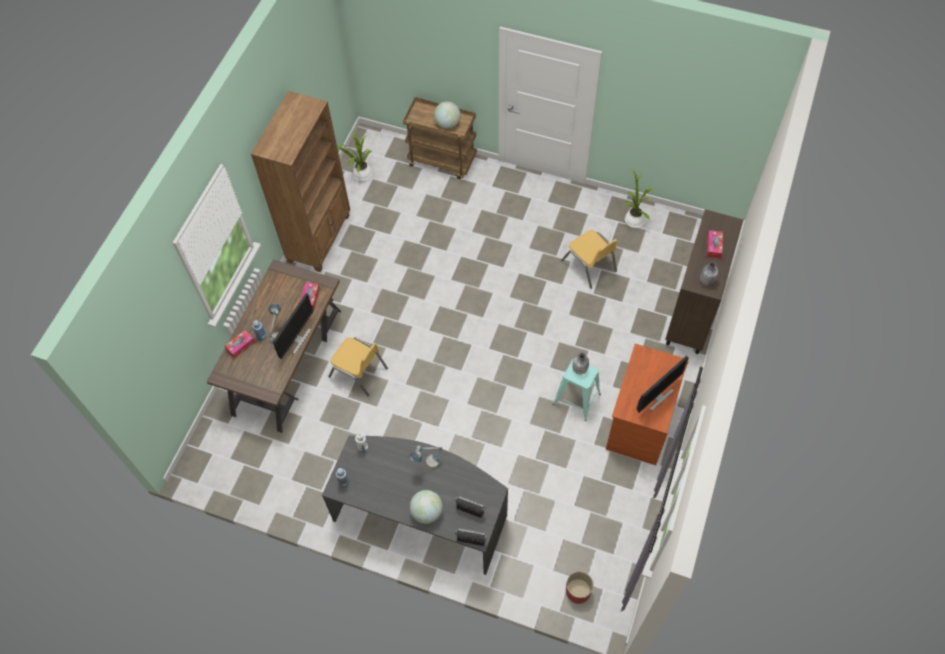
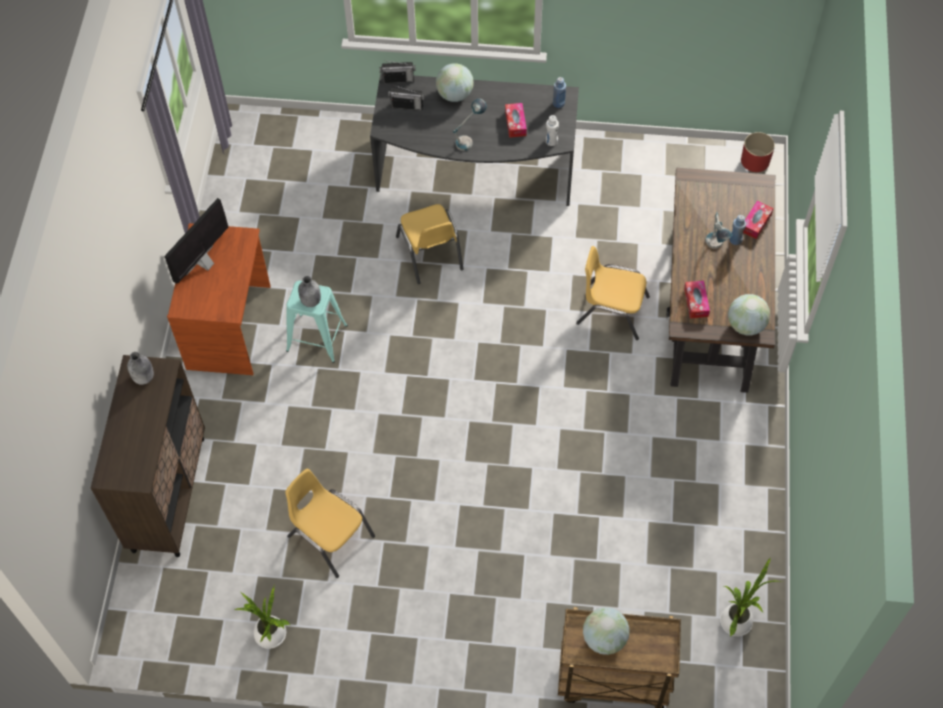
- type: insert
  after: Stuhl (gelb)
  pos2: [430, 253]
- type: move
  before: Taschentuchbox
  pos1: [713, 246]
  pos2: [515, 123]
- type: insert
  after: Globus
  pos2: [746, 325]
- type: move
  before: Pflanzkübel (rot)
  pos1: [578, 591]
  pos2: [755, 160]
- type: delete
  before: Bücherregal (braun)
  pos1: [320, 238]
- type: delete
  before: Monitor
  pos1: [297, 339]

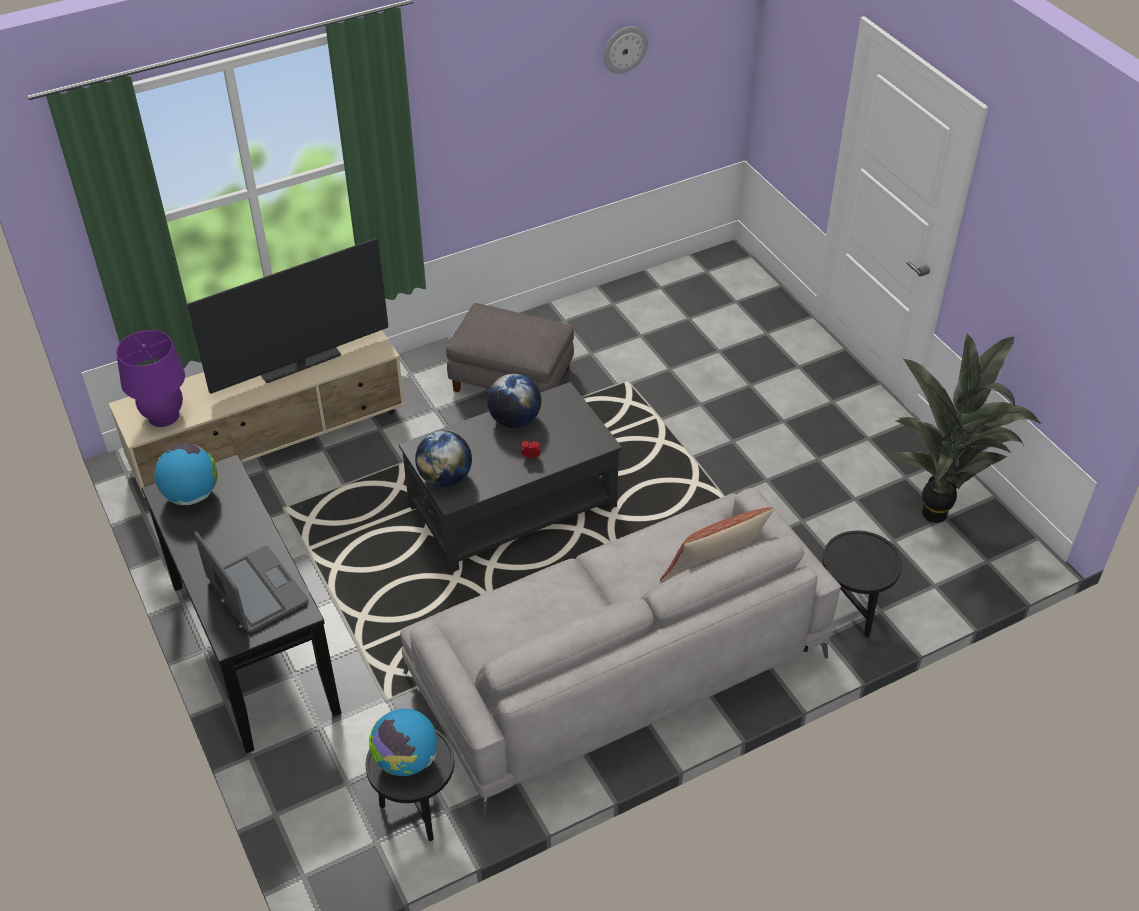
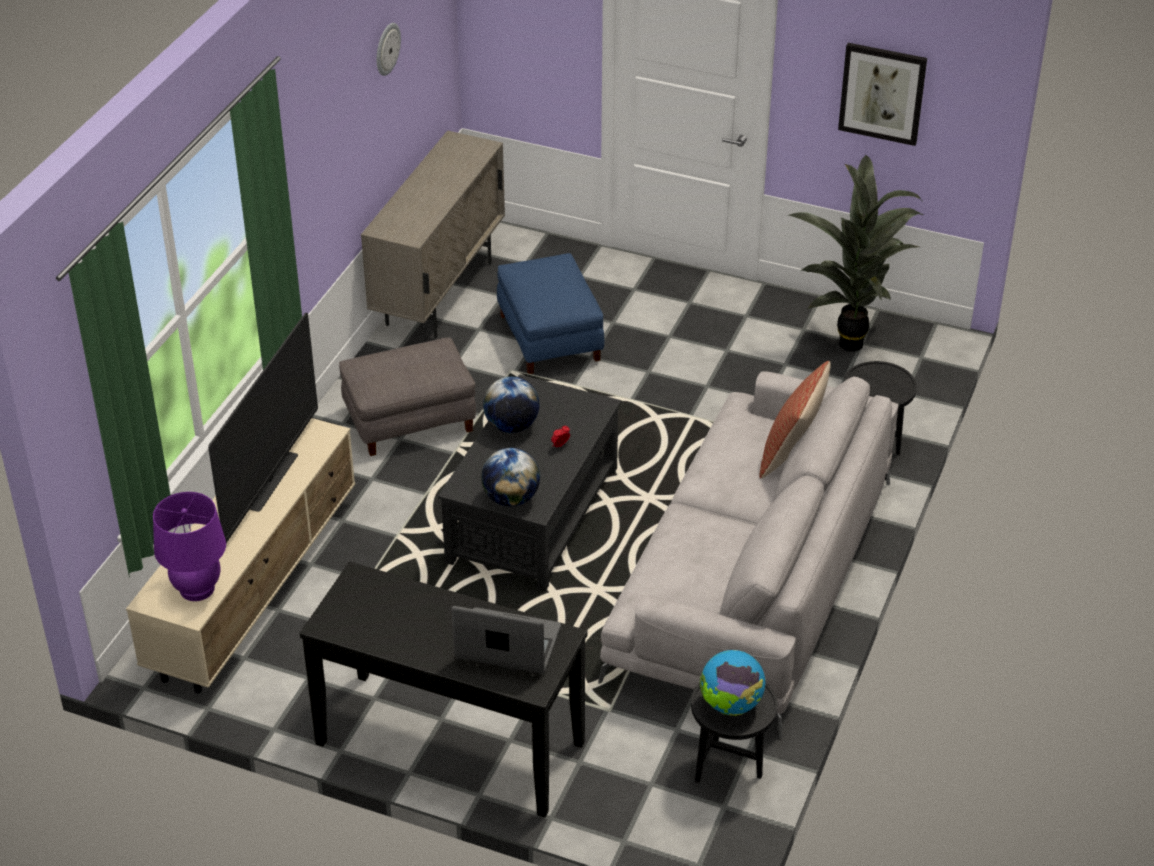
- type: insert
  after: Schrank (beige)
  pos2: [439, 293]
- type: insert
  after: Polsterhocker (blau)
  pos2: [551, 337]
- type: insert
  after: Bild
  pos2: [882, 93]
- type: delete
  before: Globus
  pos1: [191, 495]

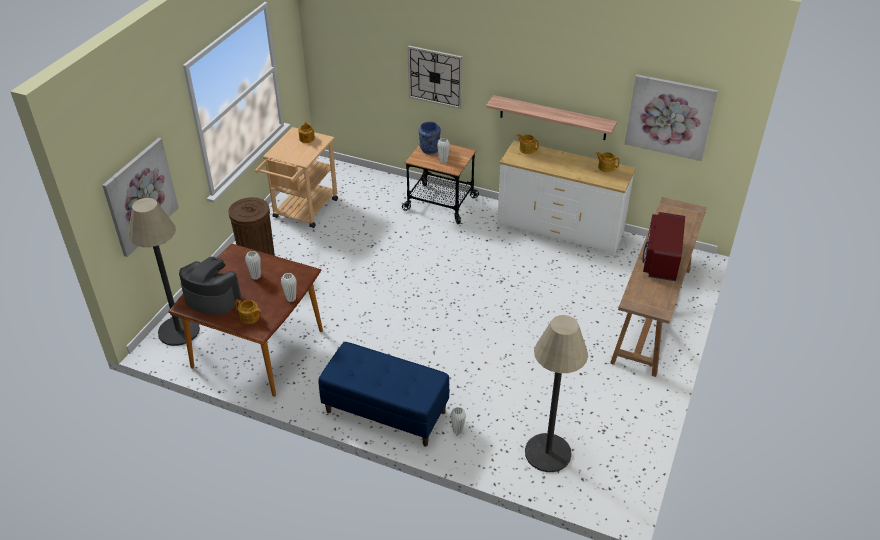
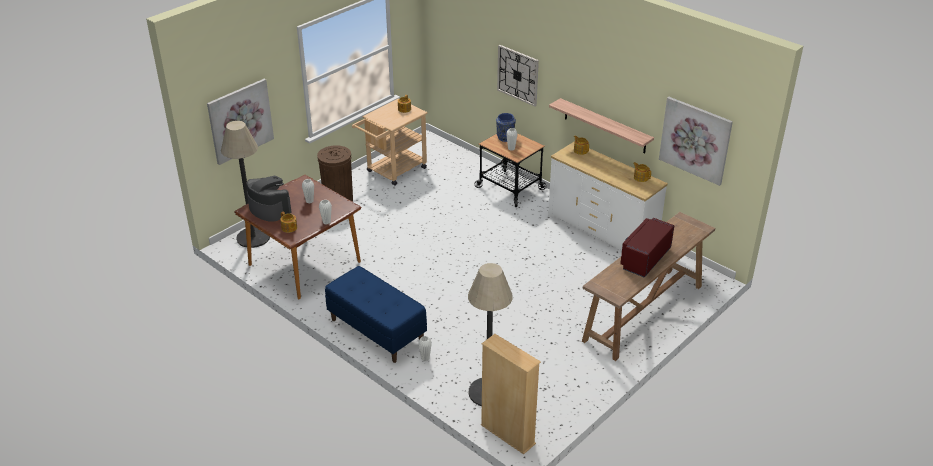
- type: insert
  after: Bücherregal (beige)
  pos2: [507, 434]

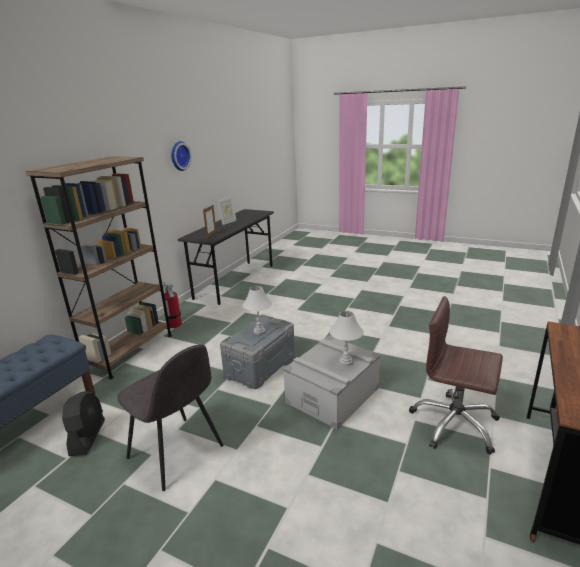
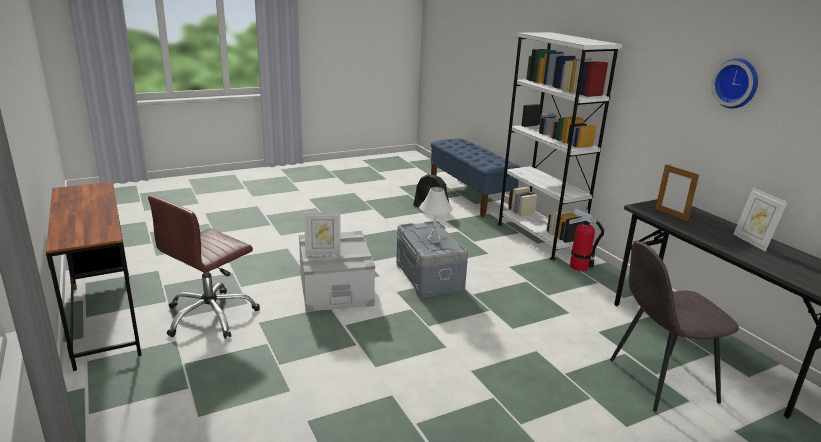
- type: rotate
  before: Bürostuhl (braun)
  pos1: [454, 424]
  pos2: [211, 316]
  turn: 150
- type: replace
  before: Tischlampe (weiß)
  after: Bilderrahmen
  pos1: [346, 362]
  pos2: [323, 253]
- type: recolor
  before: Bücherregal (braun)
  after: Bücherregal (weiß)
  pos1: [130, 351]
  pos2: [538, 237]
- type: move
  before: Stuhl (grau)
  pos1: [177, 453]
  pos2: [659, 381]

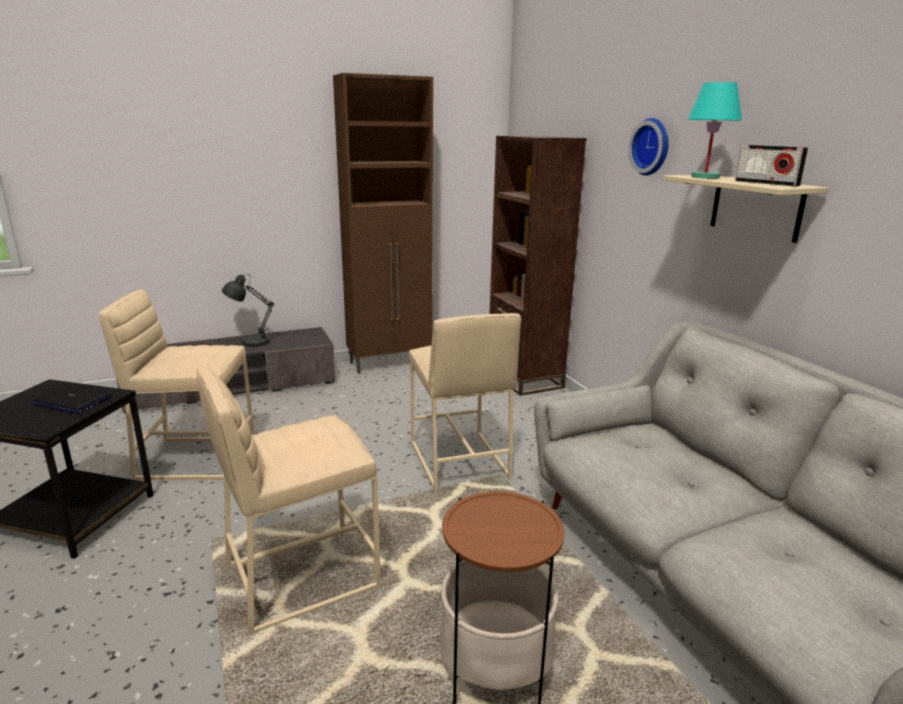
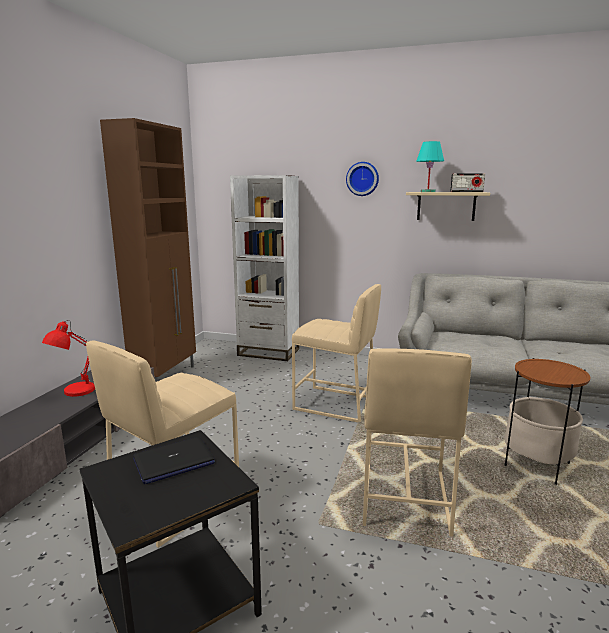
- type: recolor
  before: Tischlampe (grau)
  after: Tischlampe (rot)
  pos1: [252, 342]
  pos2: [76, 392]
- type: recolor
  before: Bücherregal (braun)
  after: Bücherregal (weiß)
  pos1: [524, 378]
  pos2: [268, 352]

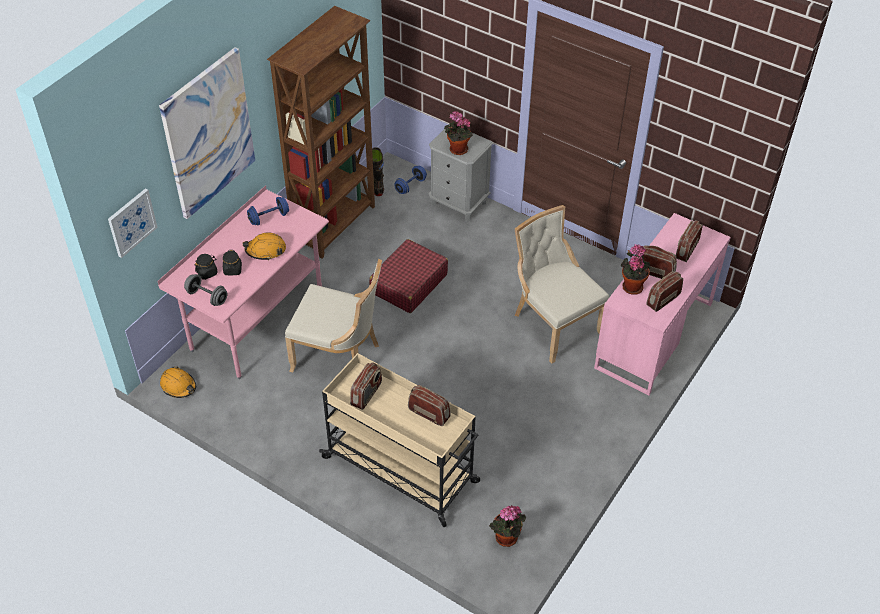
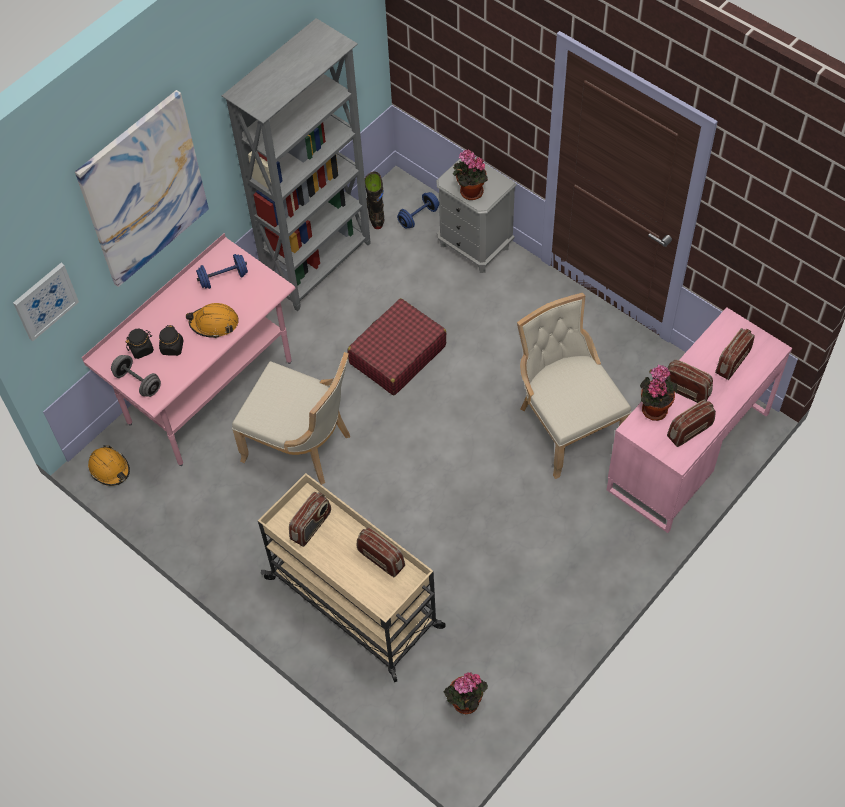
- type: recolor
  before: Bücherregal (braun)
  after: Bücherregal (grau)
  pos1: [335, 225]
  pos2: [319, 265]

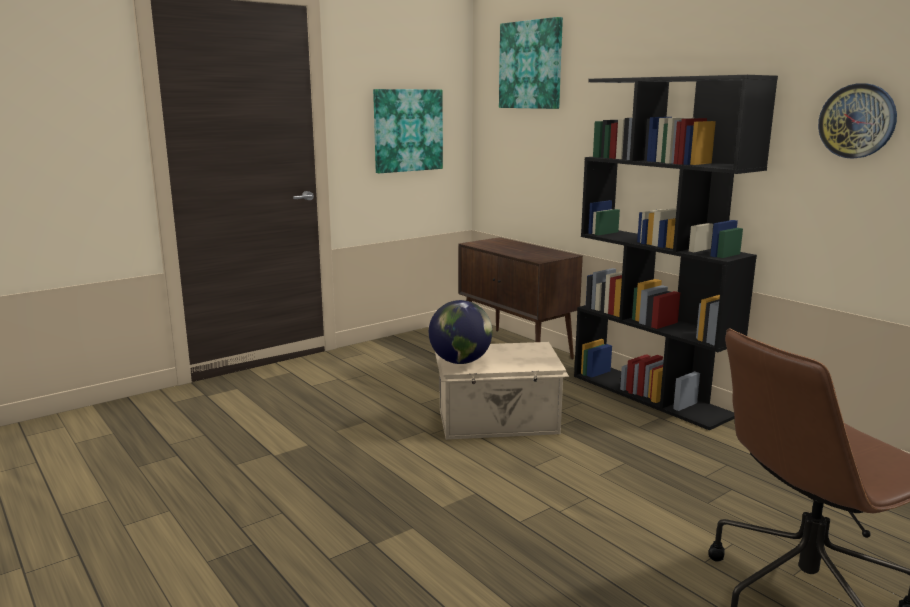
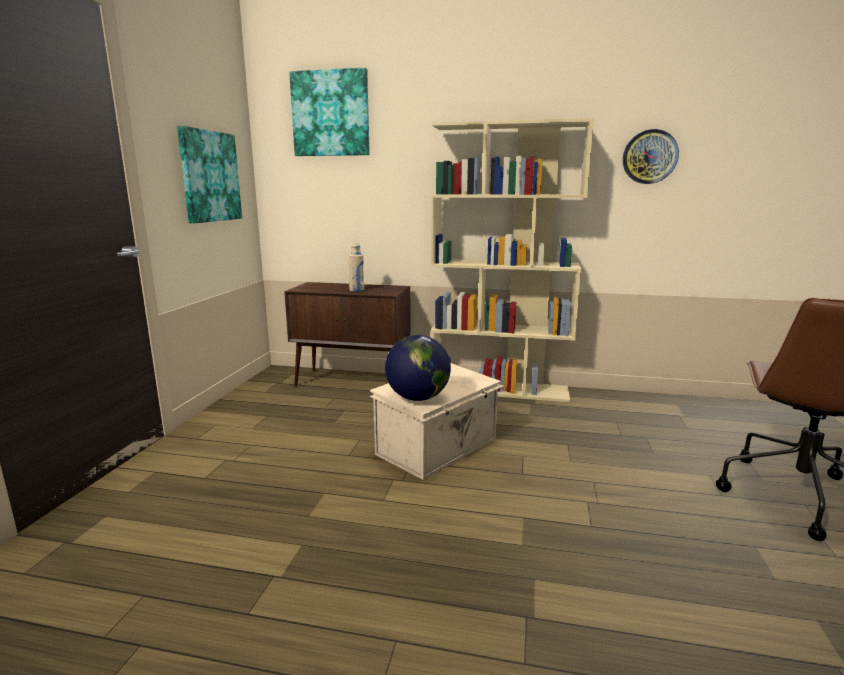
- type: insert
  after: Flasche (beige)
  pos2: [356, 290]
- type: recolor
  before: Bücherregal (schwarz)
  after: Bücherregal (beige)
  pos1: [651, 395]
  pos2: [500, 389]

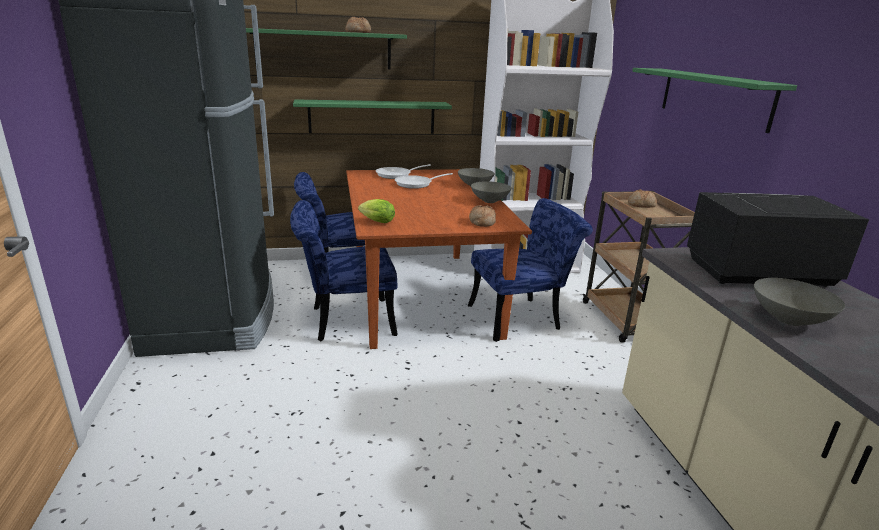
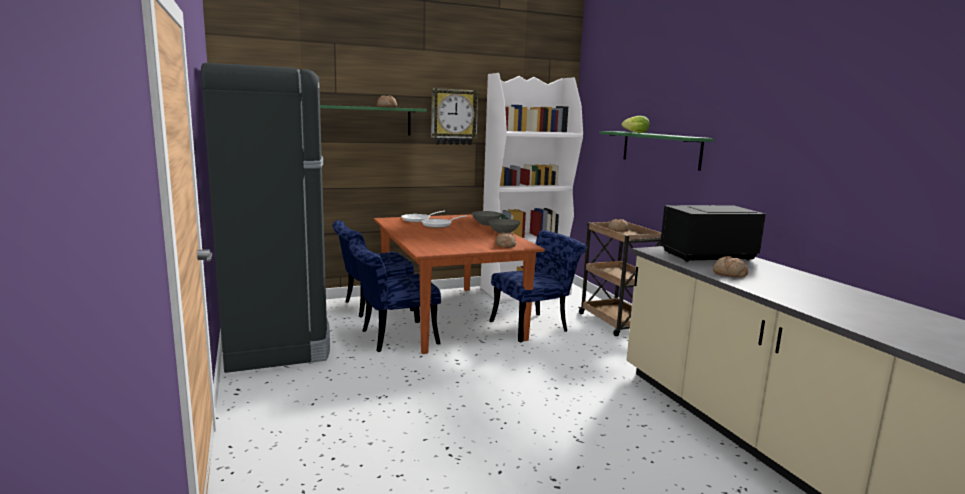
- type: insert
  after: Wanduhr
  pos2: [453, 117]
- type: move
  before: Salatkopf
  pos1: [375, 221]
  pos2: [634, 132]
- type: replace
  before: Schüssel (grau)
  after: Brot
  pos1: [787, 319]
  pos2: [729, 274]
- type: delete
  before: Wandregal (grün)
  pos1: [372, 117]

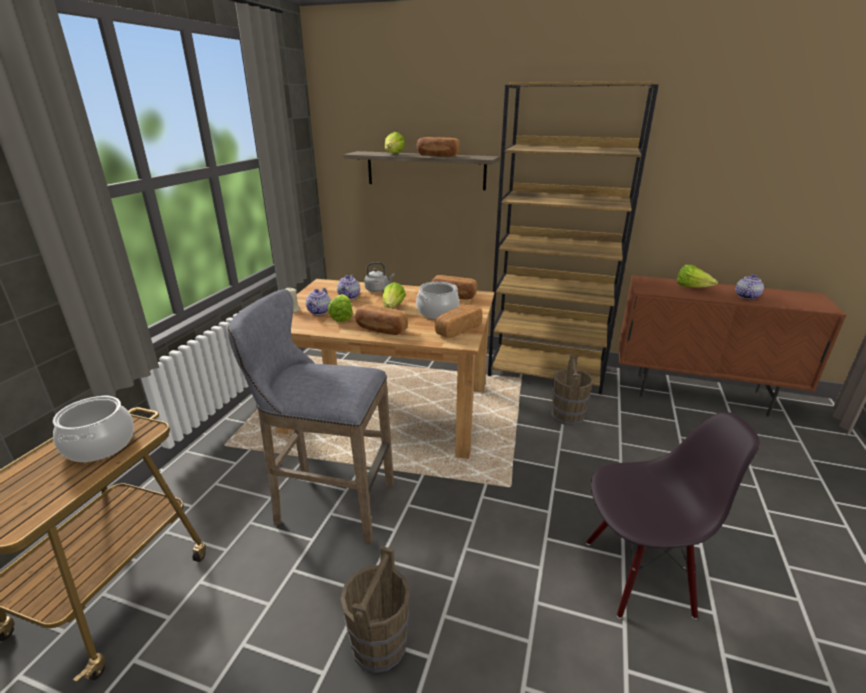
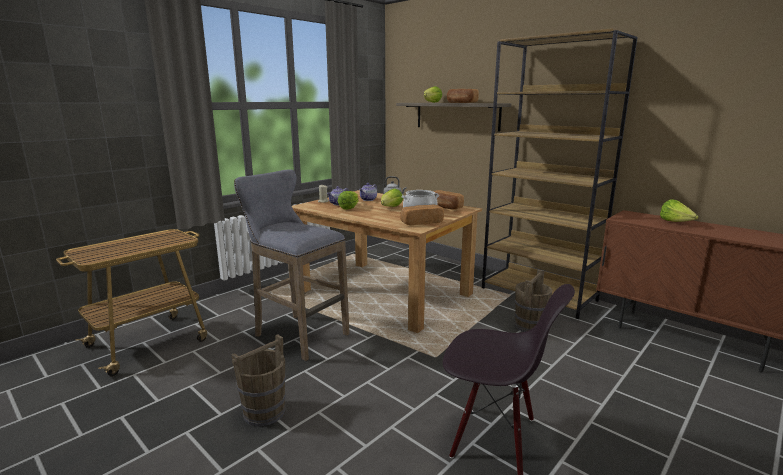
- type: delete
  before: Kochtopf
  pos1: [99, 445]
- type: delete
  before: Brot
  pos1: [381, 329]
- type: delete
  before: Teekanne
  pos1: [746, 296]

